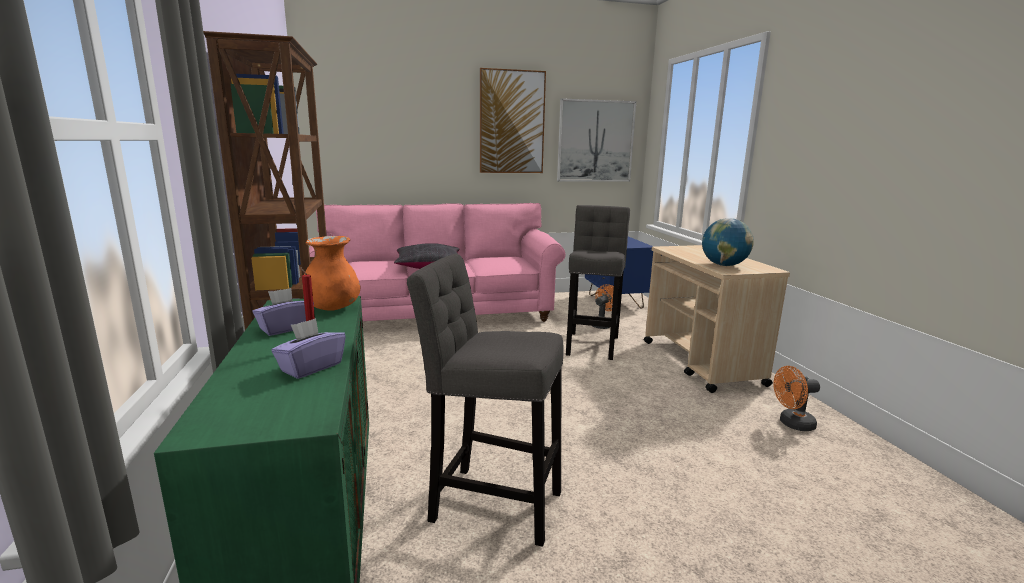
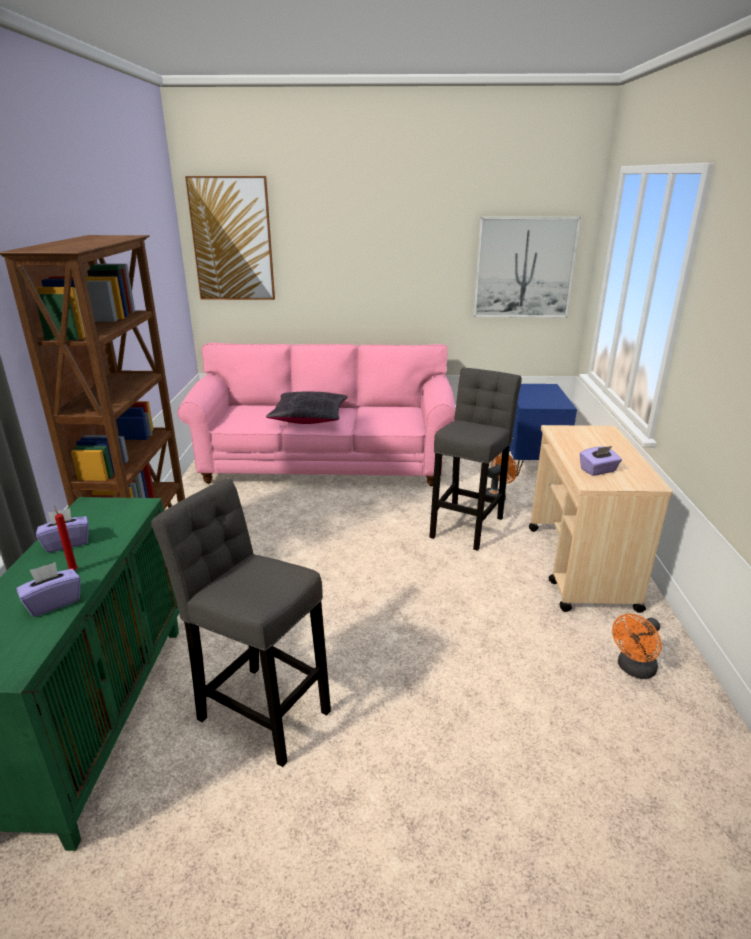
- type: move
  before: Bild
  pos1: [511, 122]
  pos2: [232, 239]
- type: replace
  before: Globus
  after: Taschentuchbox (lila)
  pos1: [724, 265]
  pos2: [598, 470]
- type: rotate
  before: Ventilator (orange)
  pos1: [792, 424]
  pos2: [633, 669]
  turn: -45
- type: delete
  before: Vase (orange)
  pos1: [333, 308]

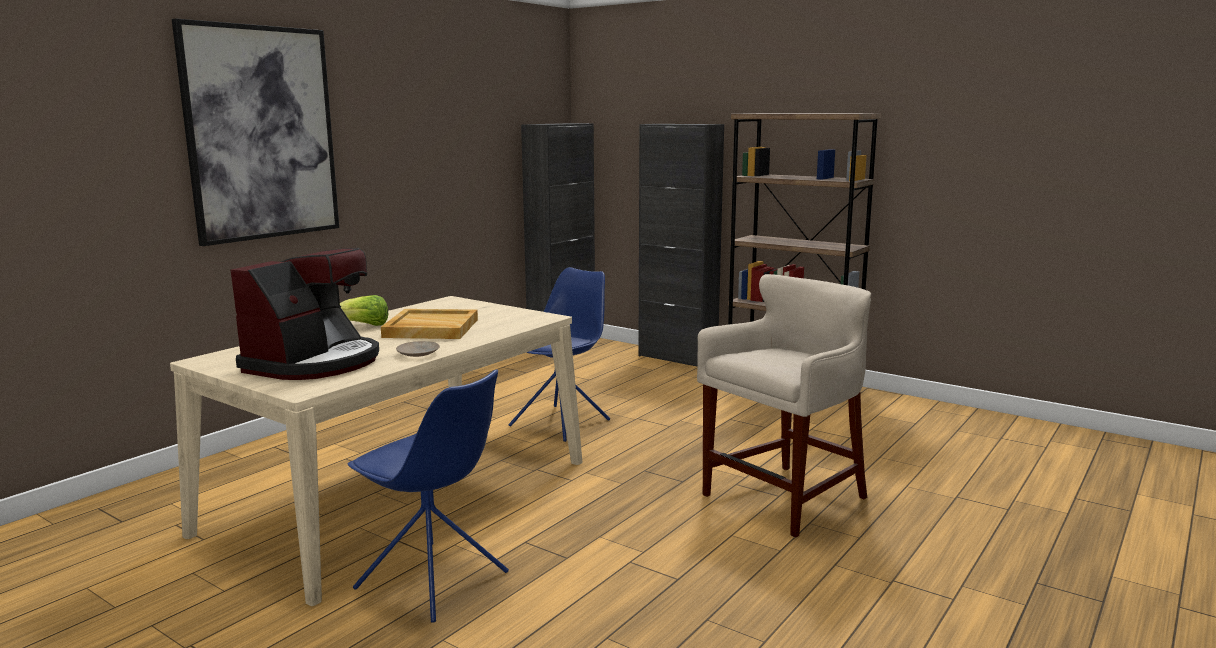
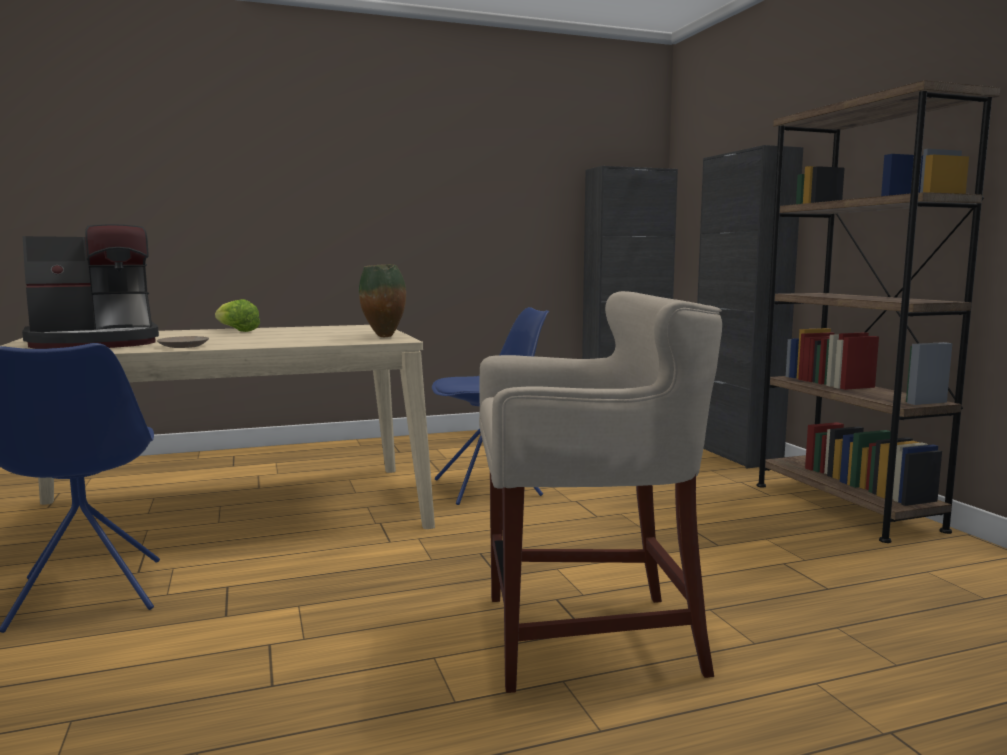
- type: insert
  after: Vase
  pos2: [384, 337]
- type: delete
  before: Bild
  pos1: [261, 133]
- type: delete
  before: Tablett (beige)
  pos1: [430, 328]

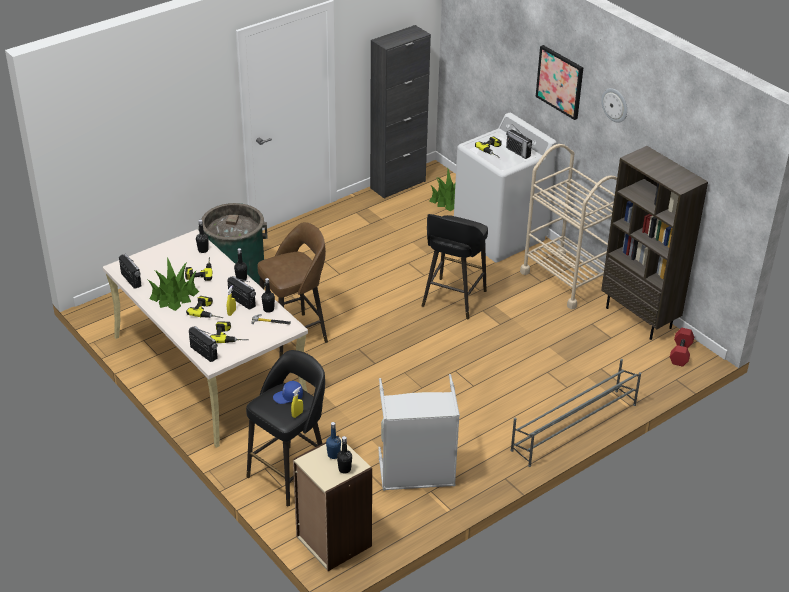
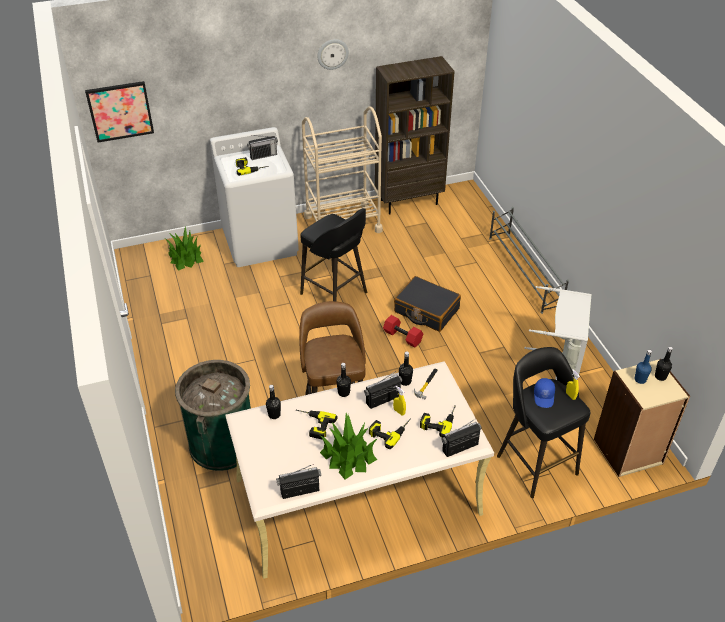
- type: move
  before: Bild
  pos1: [560, 81]
  pos2: [120, 111]
- type: move
  before: Hantel (rot)
  pos1: [681, 353]
  pos2: [403, 336]
- type: insert
  after: Koffer (schwarz)
  pos2: [426, 310]
- type: delete
  before: Schrank (schwarz)
  pos1: [398, 184]

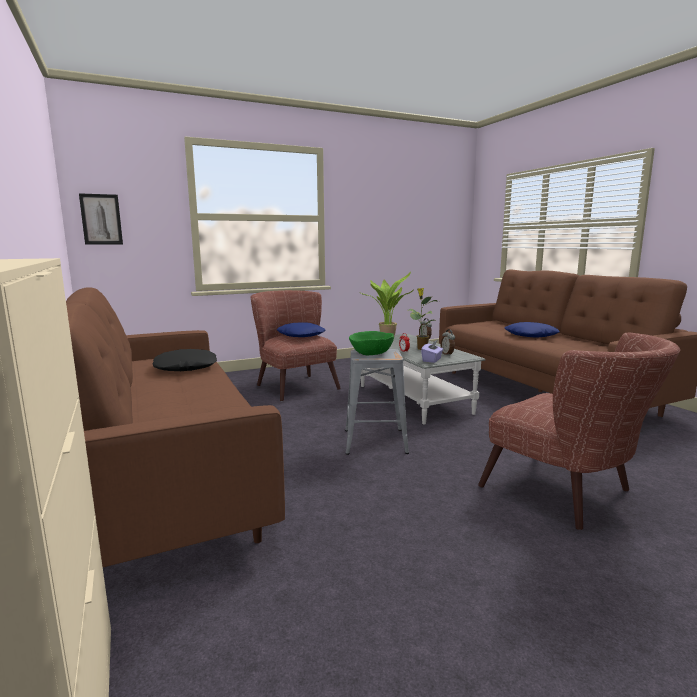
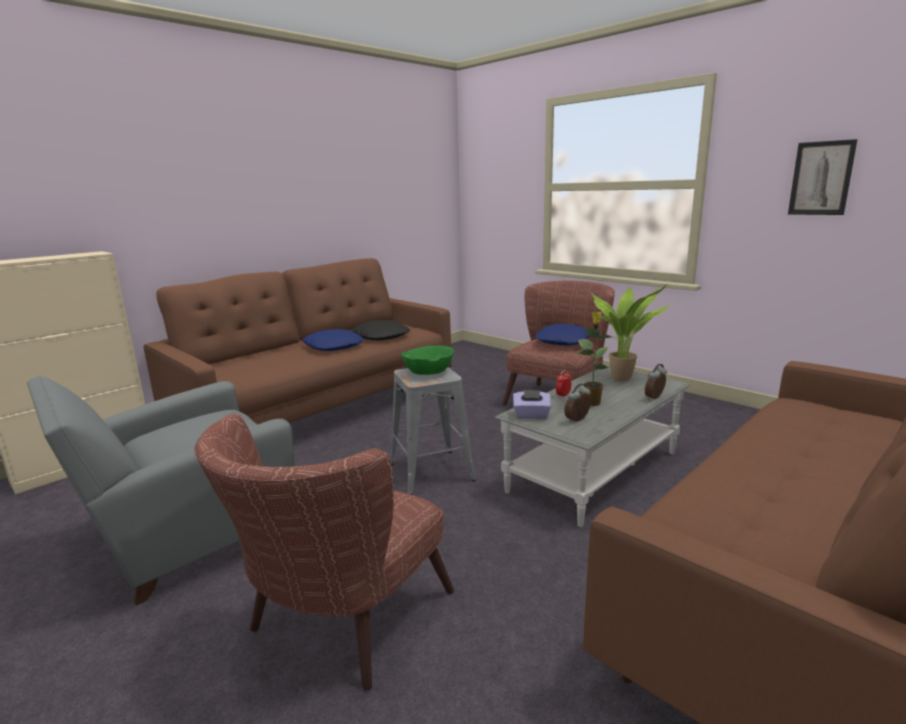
- type: insert
  after: Sessel (grau)
  pos2: [186, 538]
- type: move
  before: Kissen (blau)
  pos1: [530, 335]
  pos2: [334, 346]
- type: move
  before: Bild
  pos1: [101, 219]
  pos2: [821, 178]

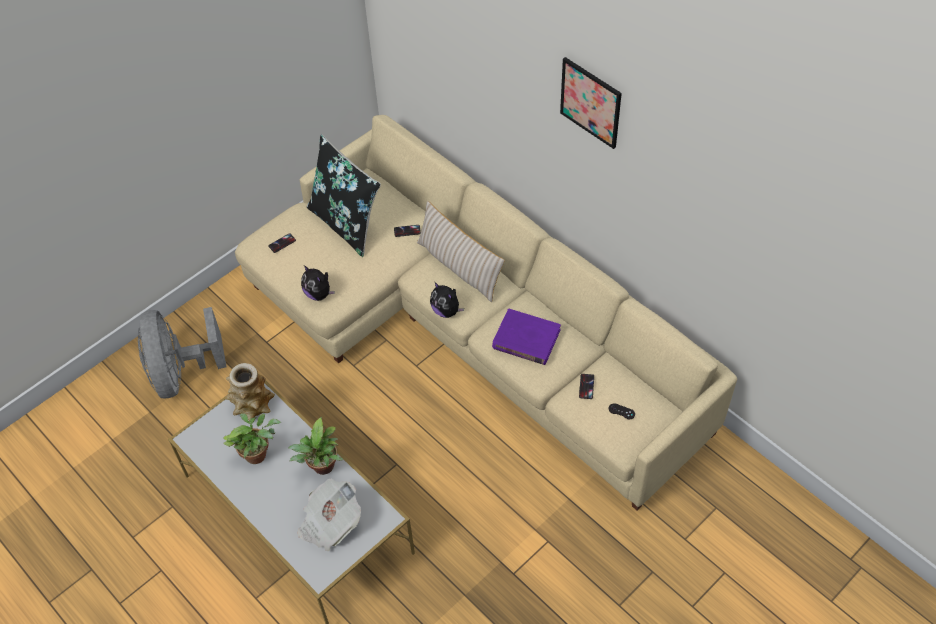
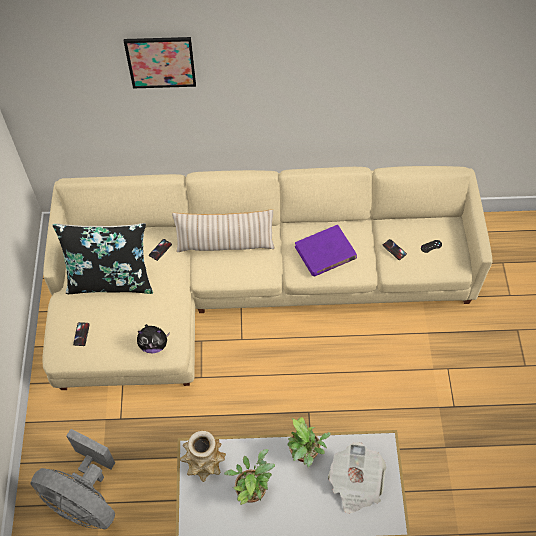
- type: move
  before: Bild
  pos1: [590, 102]
  pos2: [161, 62]
- type: delete
  before: Plüschtier
  pos1: [446, 311]

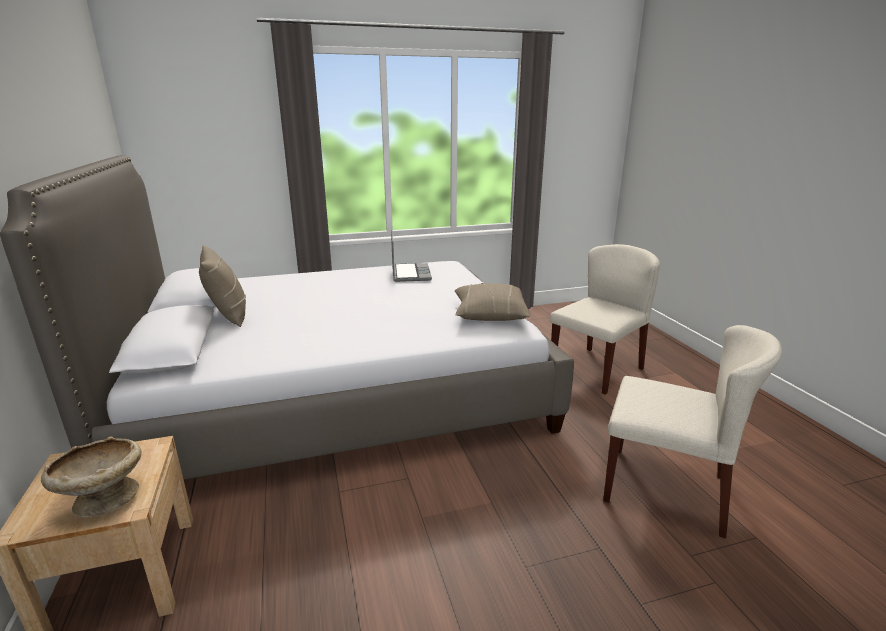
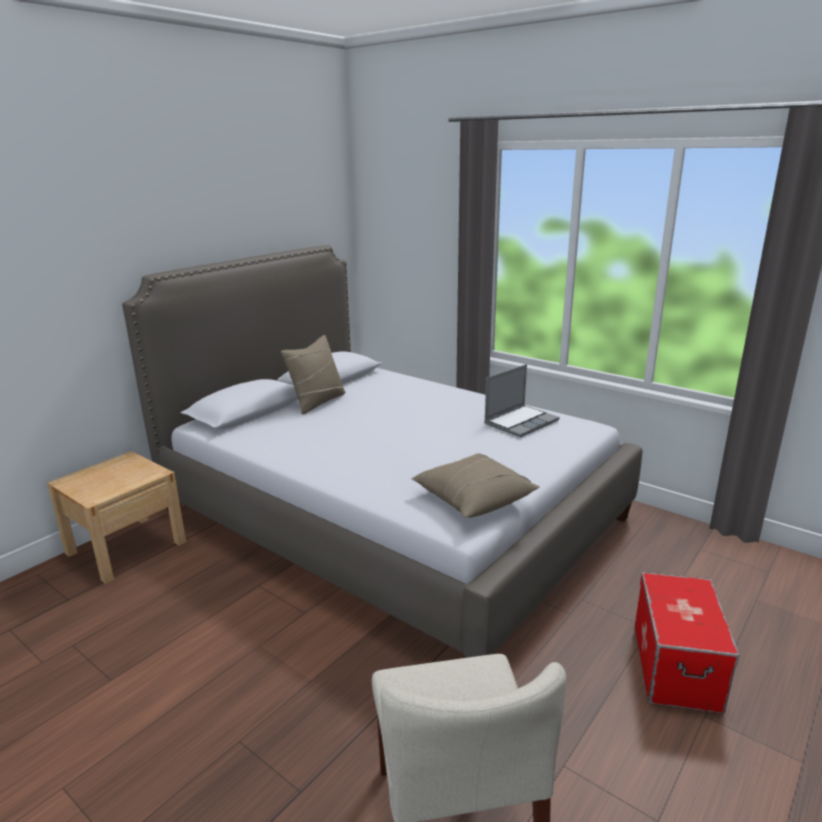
- type: replace
  before: Stuhl (beige)
  after: Aufbewahrungsbox
  pos1: [596, 369]
  pos2: [676, 666]
- type: delete
  before: Schüssel (beige)
  pos1: [104, 500]

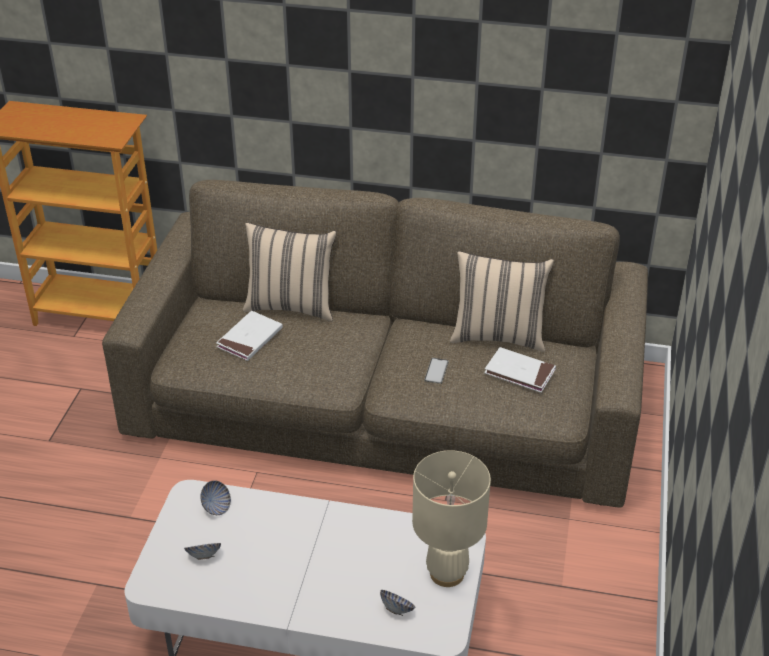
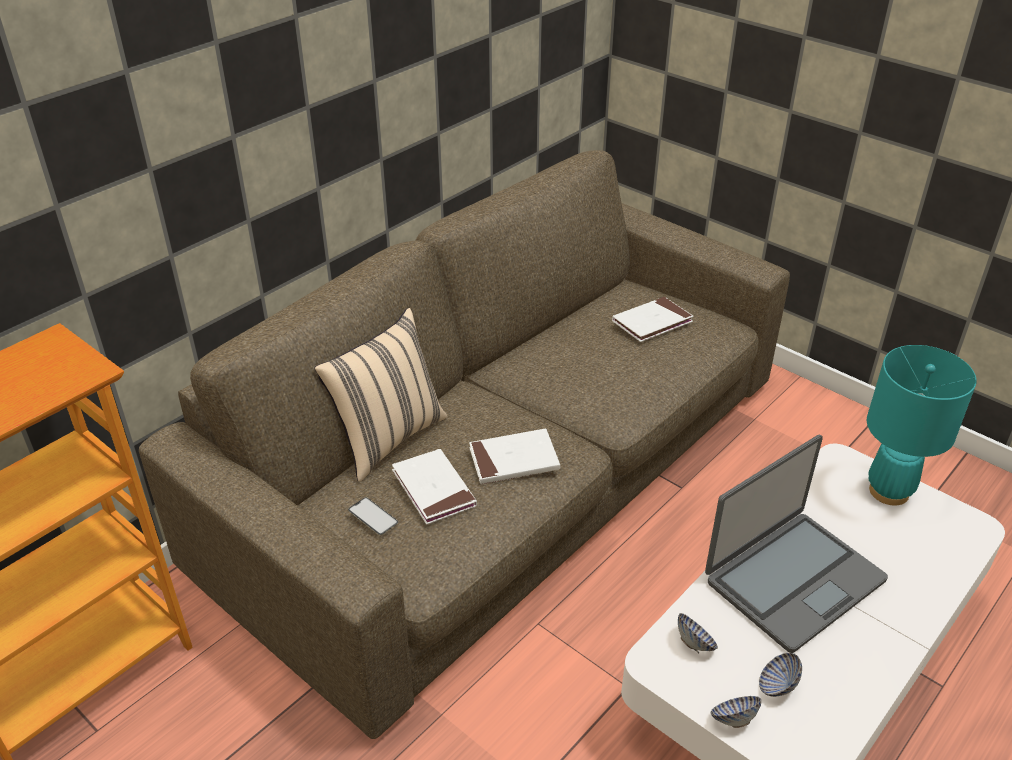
- type: move
  before: Handy
  pos1: [436, 371]
  pos2: [373, 516]
- type: insert
  after: Buch (weiß)
  pos2: [514, 460]
- type: insert
  after: Laptop
  pos2: [792, 579]
- type: move
  before: Schüssel
  pos1: [397, 609]
  pos2: [733, 719]
- type: recolor
  before: Tischlampe (beige)
  after: Tischlampe (türkis)
  pos1: [446, 573]
  pos2: [888, 491]
- type: delete
  before: Kissen (beige)
  pos1: [498, 336]

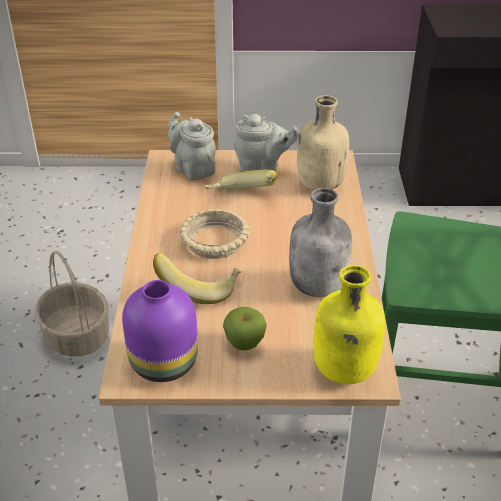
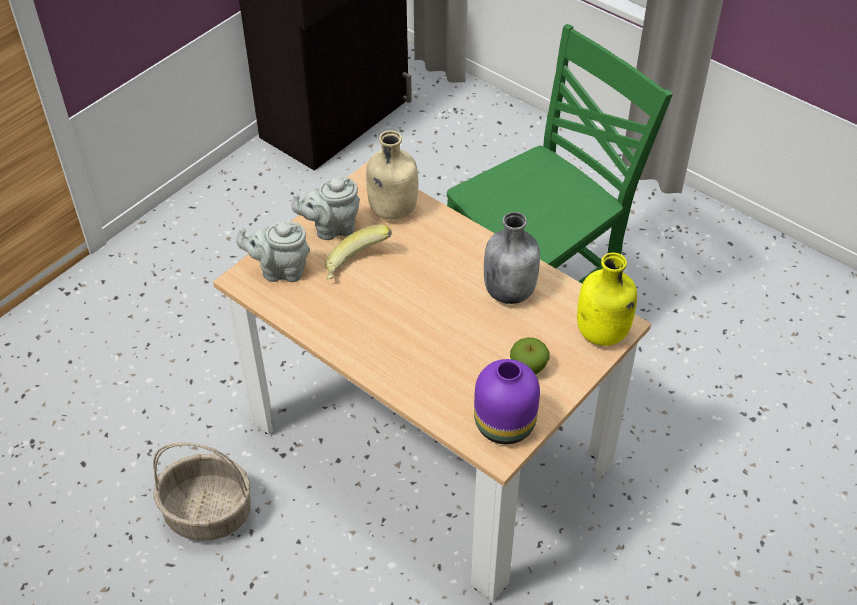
- type: rotate
  before: Teekanne (grau)
  pos1: [262, 168]
  pos2: [331, 228]
  turn: -150
- type: delete
  before: Banane
  pos1: [199, 289]
- type: delete
  before: Schüssel (beige)
  pos1: [215, 241]

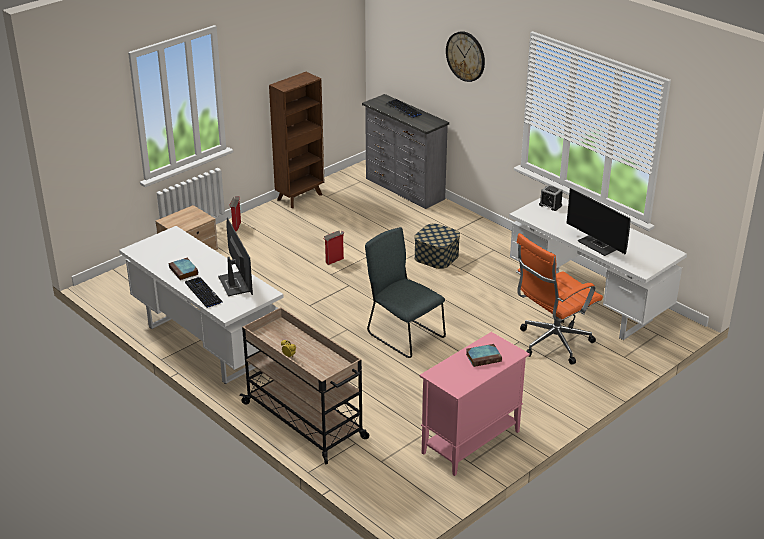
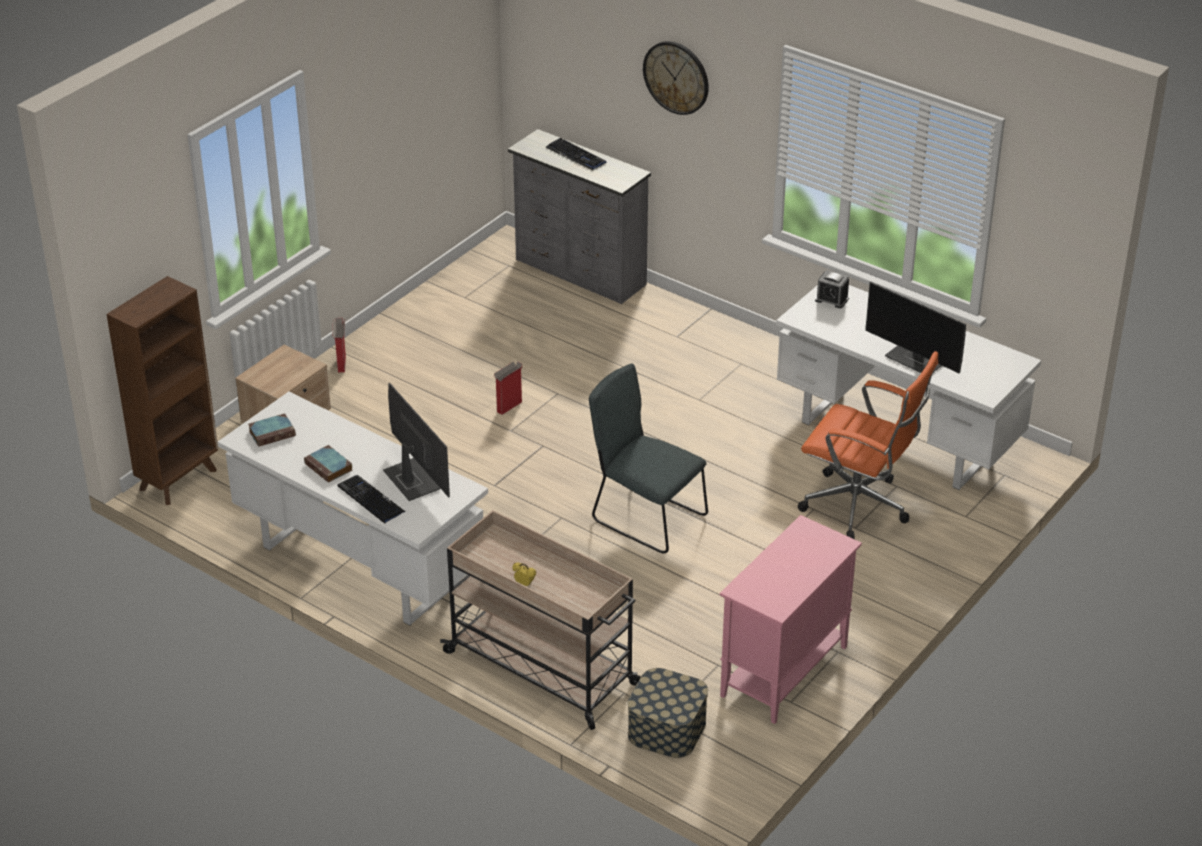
- type: move
  before: Bücherregal (braun)
  pos1: [300, 197]
  pos2: [179, 479]
- type: move
  before: Buch
  pos1: [484, 357]
  pos2: [273, 432]
- type: move
  before: Aufbewahrungsbox
  pos1: [436, 256]
  pos2: [667, 729]
- type: rotate
  before: Bürostuhl (orange)
  pos1: [551, 344]
  pos2: [860, 507]
  turn: -105

